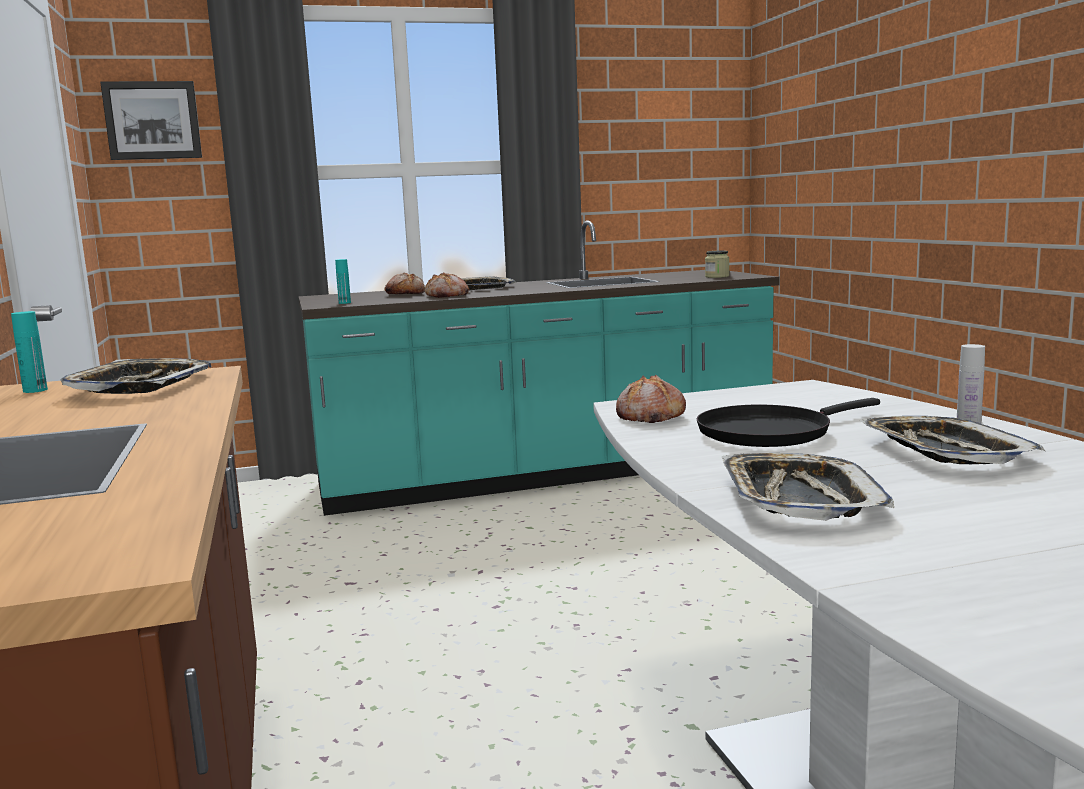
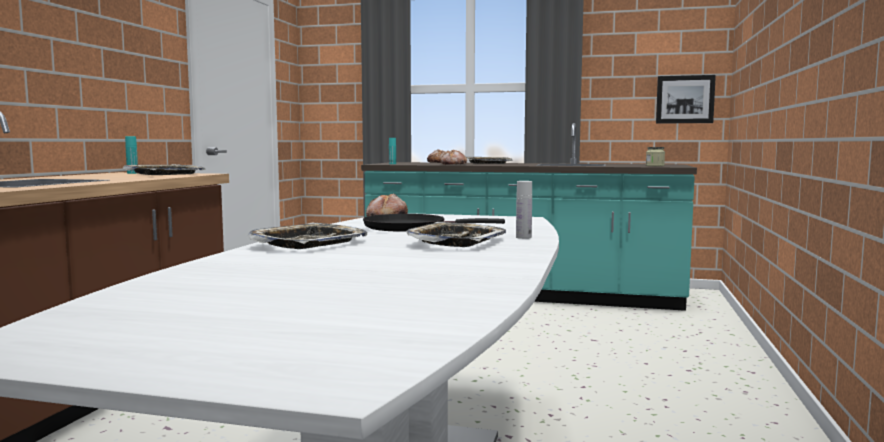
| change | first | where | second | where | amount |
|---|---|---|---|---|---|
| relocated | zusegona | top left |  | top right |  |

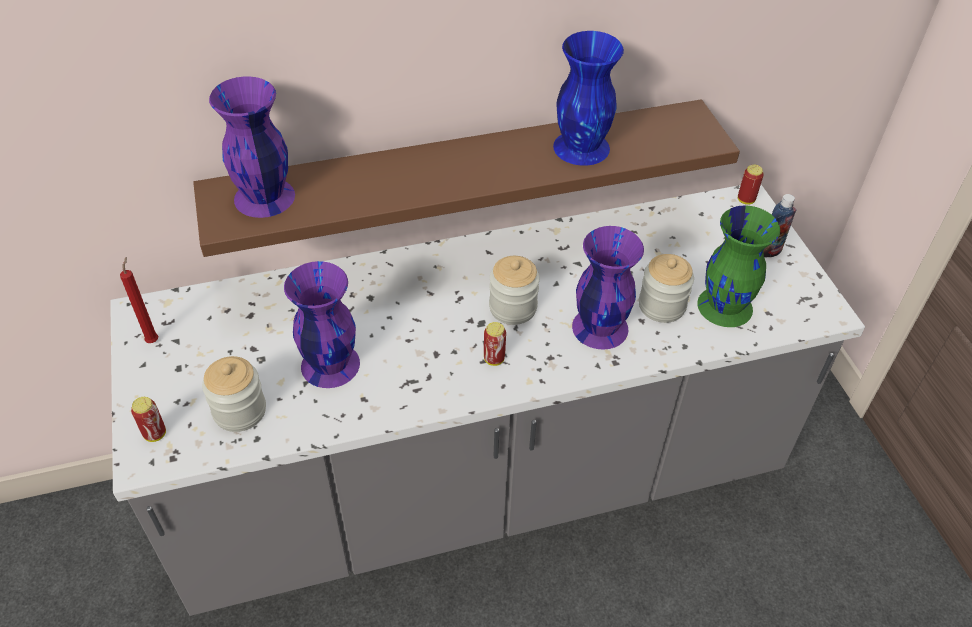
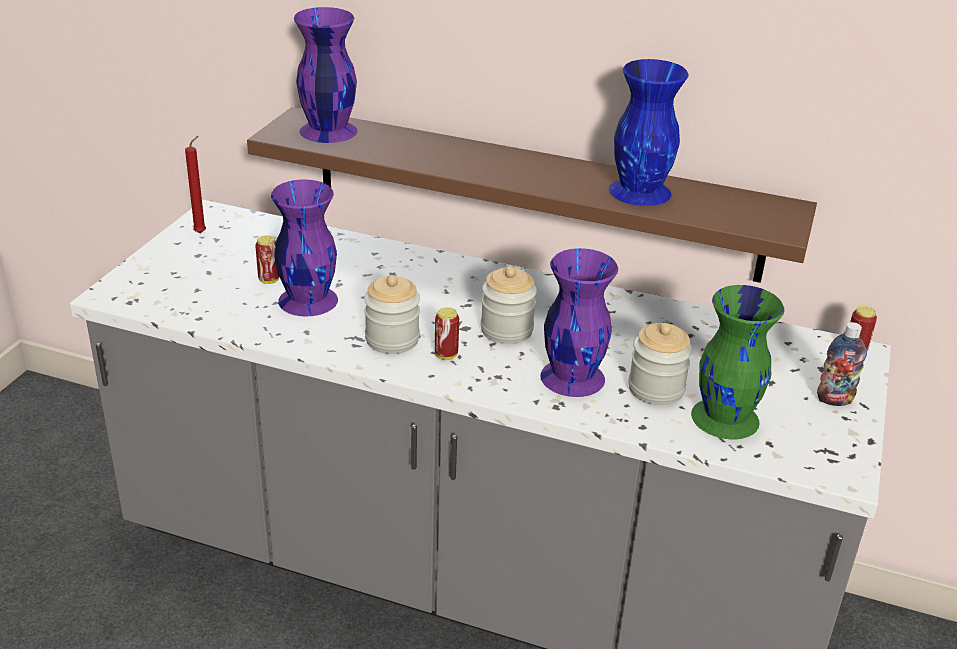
| change | first | where | second | where | amount |
|---|---|---|---|---|---|
| relocated | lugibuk (no. 1 from left) | bottom left |  | middle left |  |
| relocated | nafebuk (no. 1 from left) | middle left |  | centre |  |

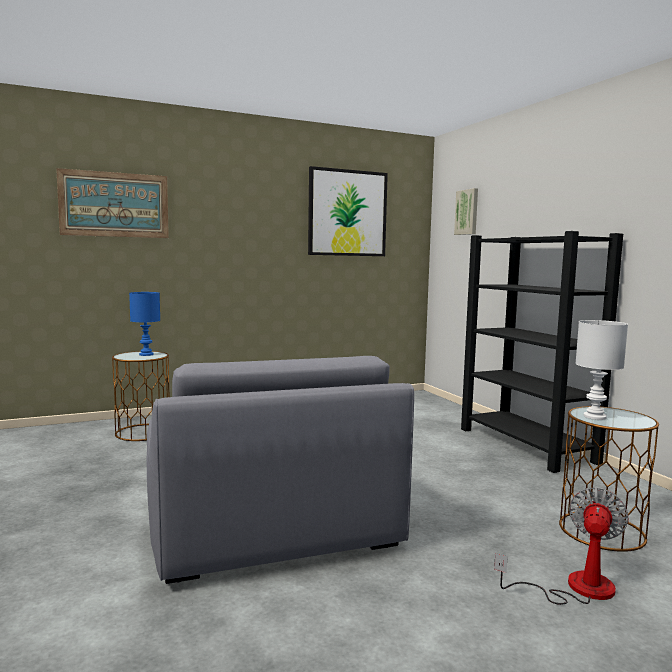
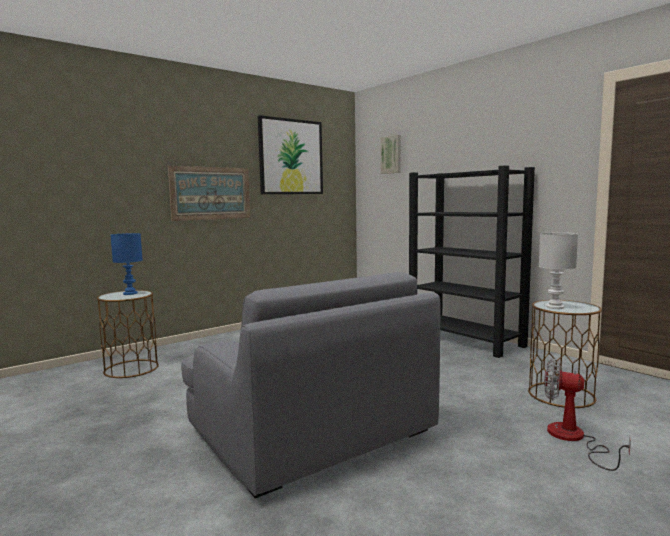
| change | first | where | second | where | amount |
|---|---|---|---|---|---|
| relocated | zusegona (no. 1 from left) | top left |  | middle left |  |
| spun | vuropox | bottom right |  | bottom right | 75 degrees counterclockwise |

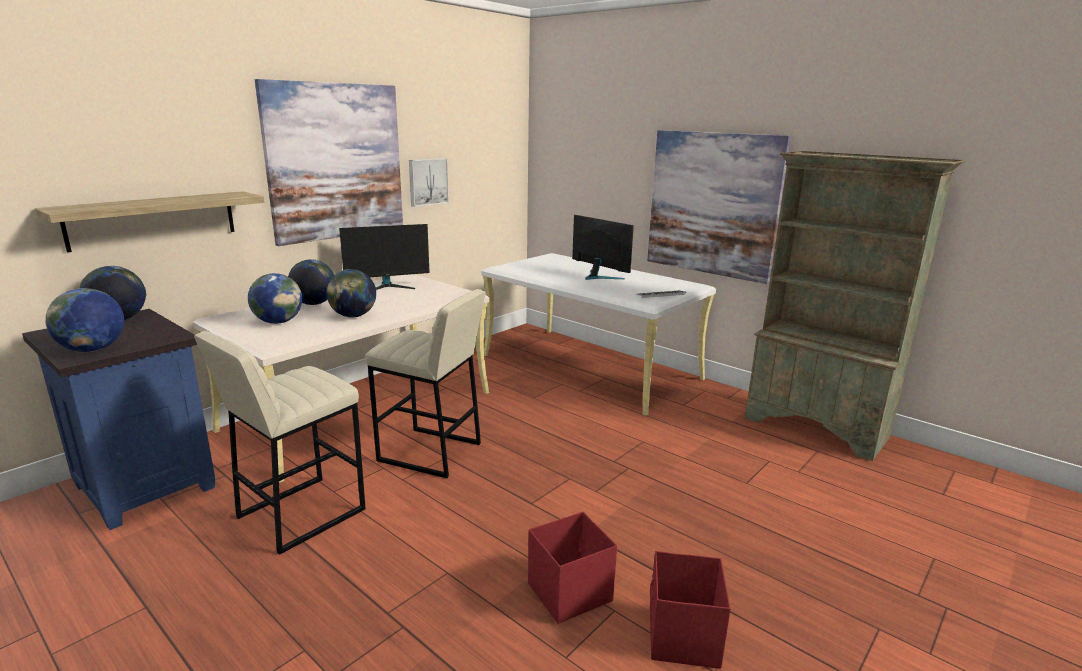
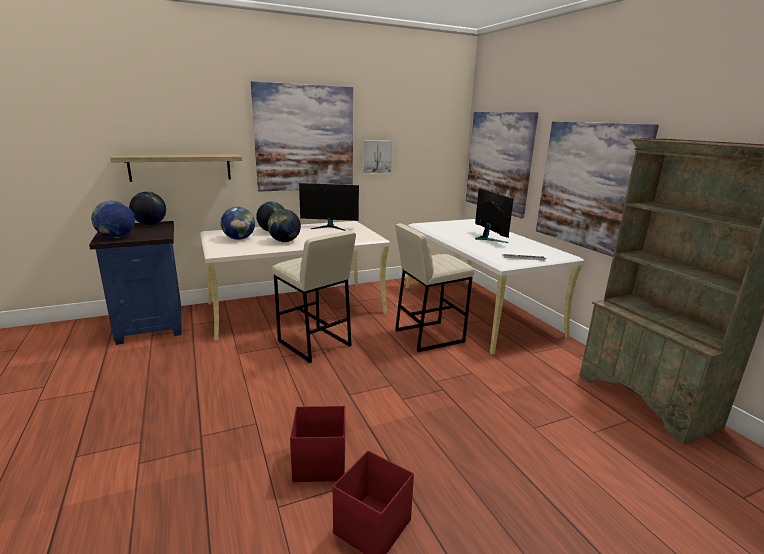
| change | first | where | second | where | amount |
|---|---|---|---|---|---|
| relocated | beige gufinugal (no. 1 from left in the first image) | middle left | beige gufinugal (no. 2 from left) | centre |  |
| appeared |  |  | zusegona (no. 3 from left) | top centre |  |

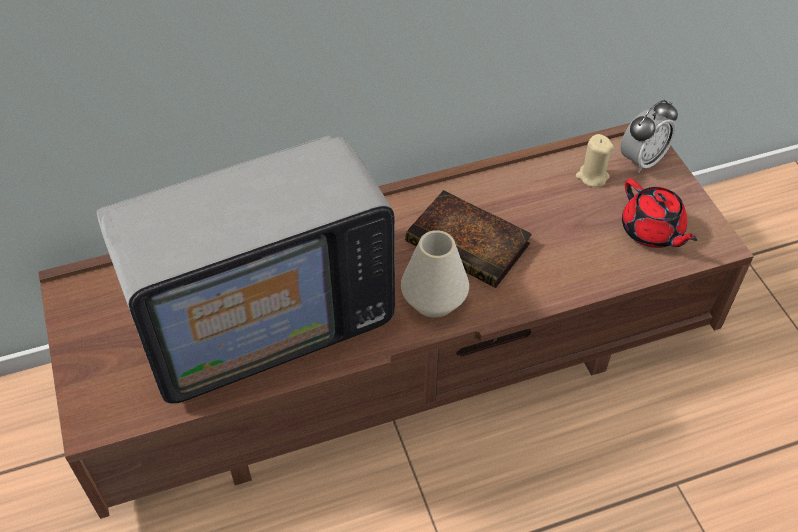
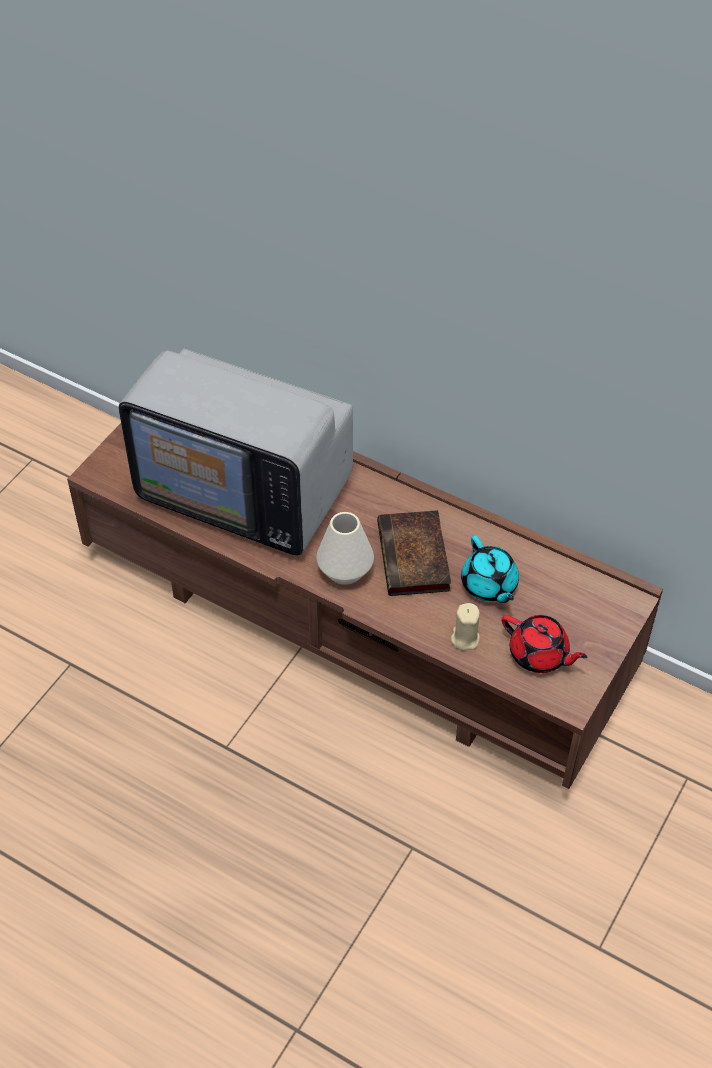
| change | first | where | second | where | amount |
|---|---|---|---|---|---|
| relocated | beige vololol | top right |  | centre |  |
| appeared |  |  | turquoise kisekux | middle right |  |
| spun | red kisekux | middle right |  | middle right | 75 degrees counterclockwise |
| missing | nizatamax | top right |  |  |  |

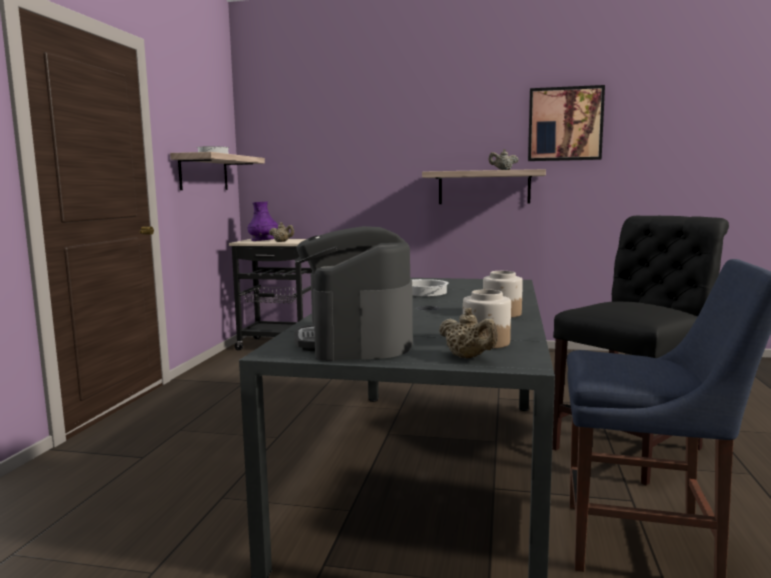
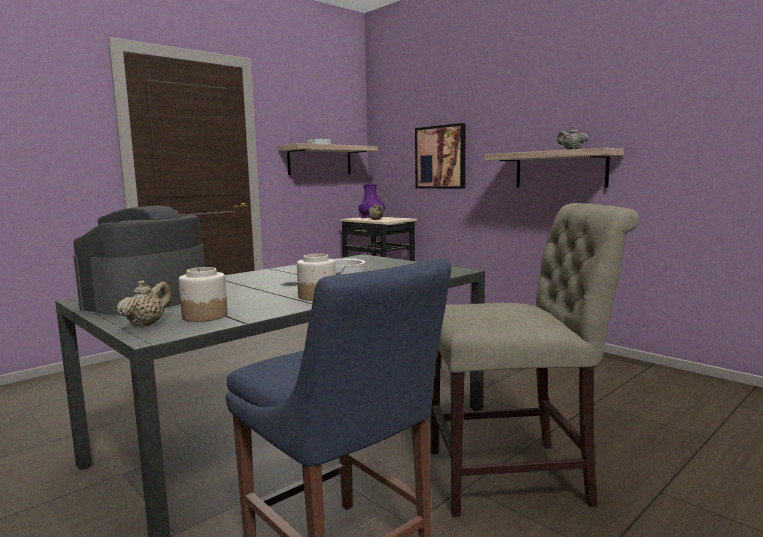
| change | first | where | second | where | amount |
|---|---|---|---|---|---|
| spun | beige kisekux (no. 2 from left in the first image) | centre | beige kisekux (no. 1 from left) | middle left | 150 degrees counterclockwise |
| relocated | zusegona | top right |  | top centre |  |
| colour | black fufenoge | middle right | beige fufenoge | bottom right |  |

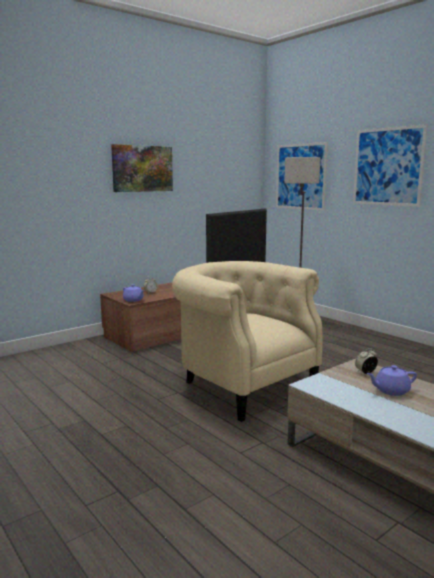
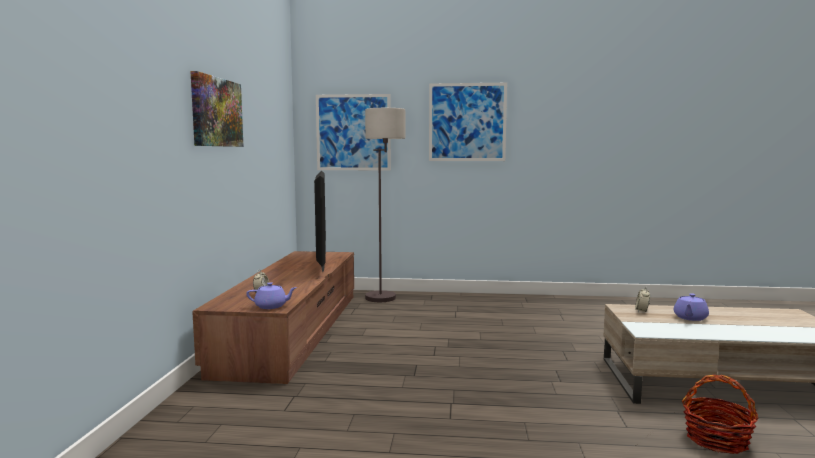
| change | first | where | second | where | amount |
|---|---|---|---|---|---|
| appeared |  |  | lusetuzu | bottom right |  |
| missing | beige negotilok | centre |  |  |  |

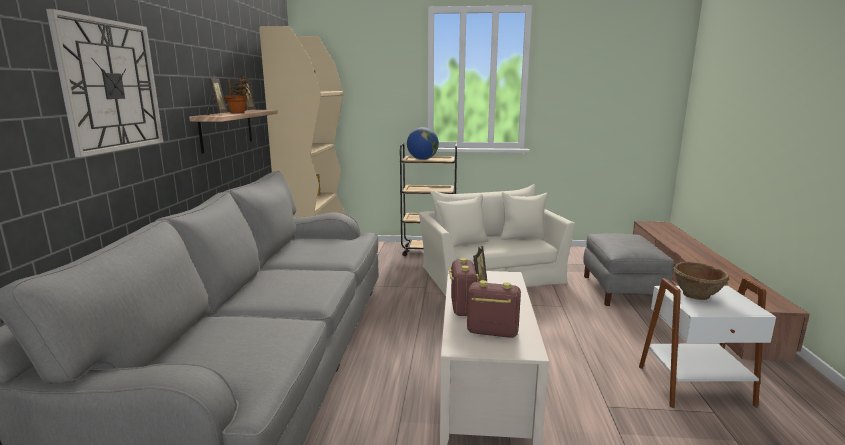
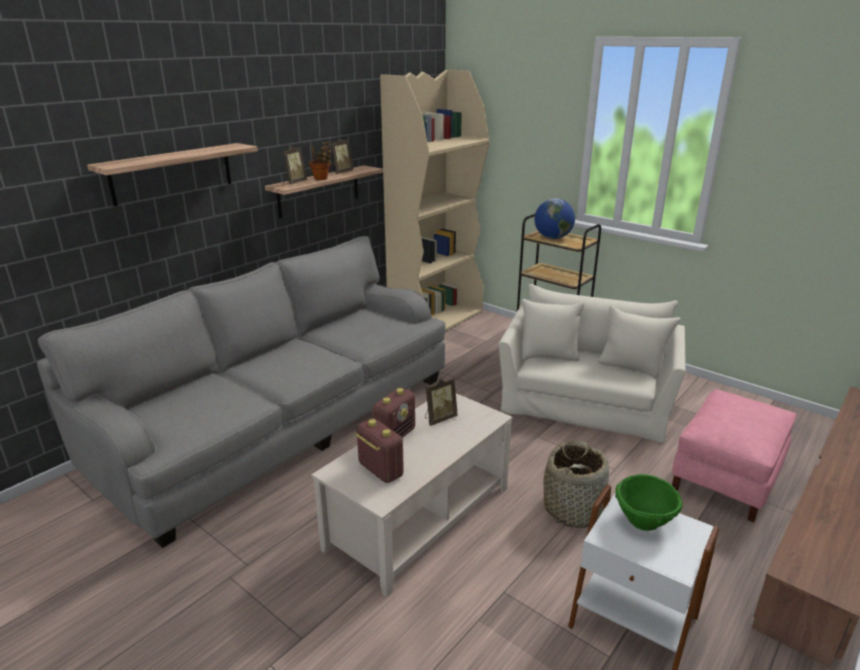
| change | first | where | second | where | amount |
|---|---|---|---|---|---|
| exchanged | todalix | top left | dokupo (no. 1 from left) | top left |  |
| appeared |  |  | lusetuzu | bottom right |  |
| colour | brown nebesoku | middle right | green nebesoku | bottom right |  |
| colour | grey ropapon | middle right | pink ropapon | bottom right |  |

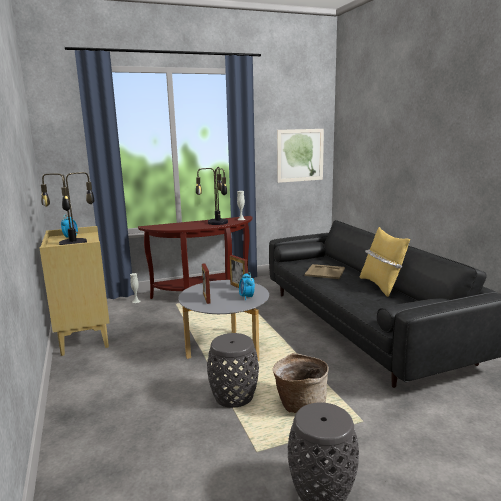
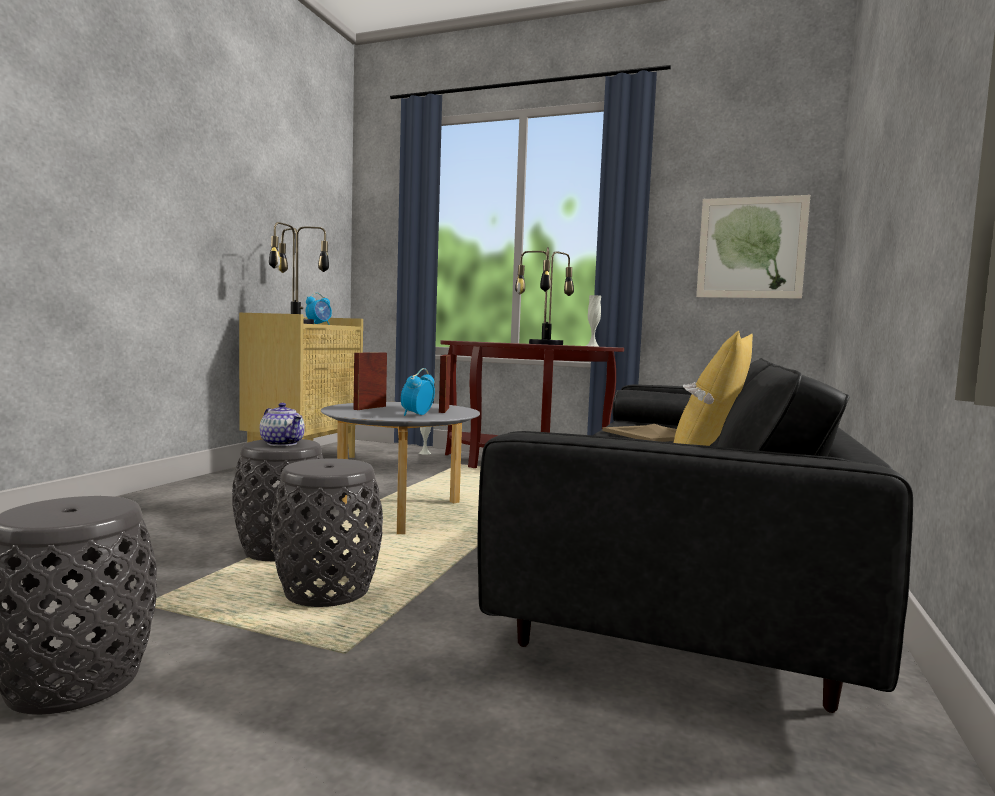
| change | first | where | second | where | amount |
|---|---|---|---|---|---|
| appeared |  |  | kisekux | middle left |  |
| exchanged | lusetuzu | bottom centre | grey gufinugal (no. 3 from left) | bottom left |  |

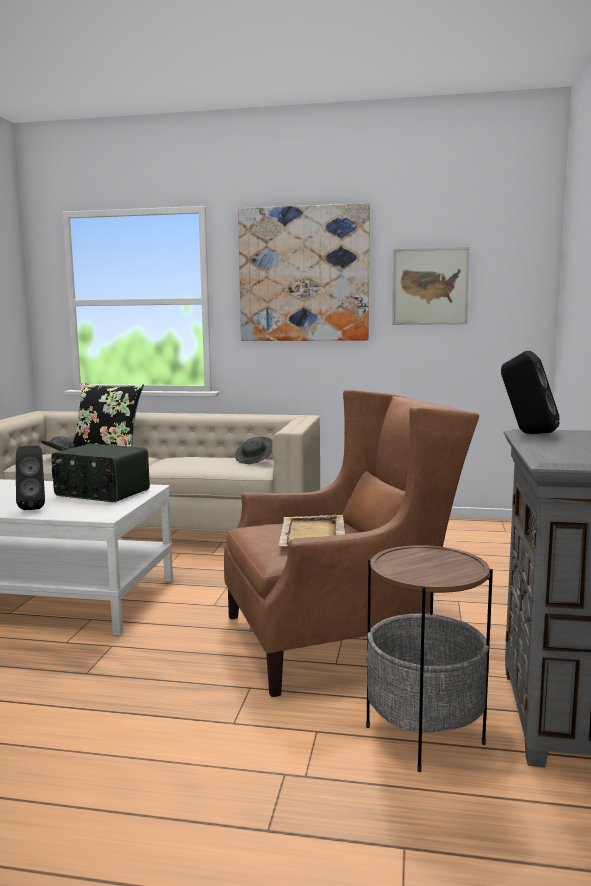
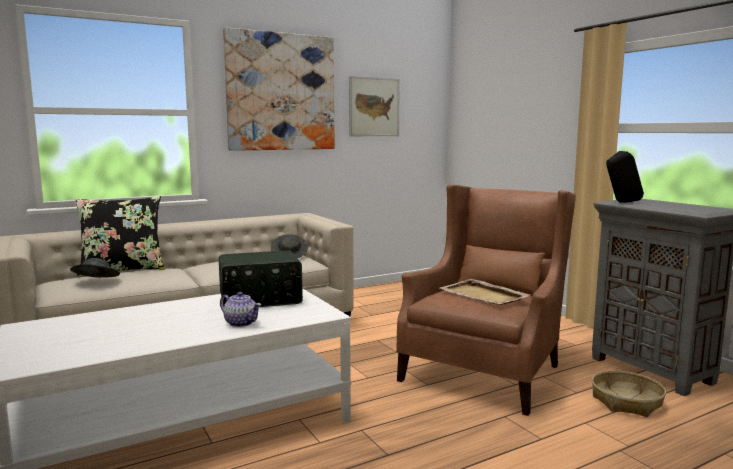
| change | first | where | second | where | amount |
|---|---|---|---|---|---|
| exchanged | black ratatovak (no. 1 from left) | middle left | kisekux | middle left |  |
| exchanged | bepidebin | bottom right | lusetuzu | bottom right |  |

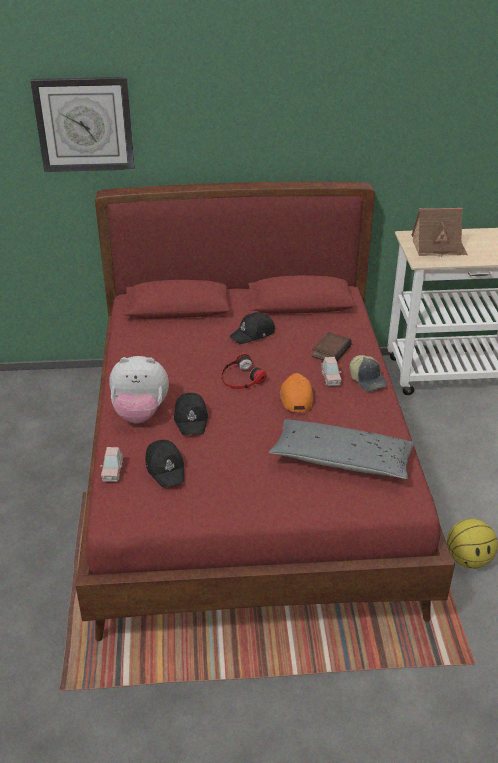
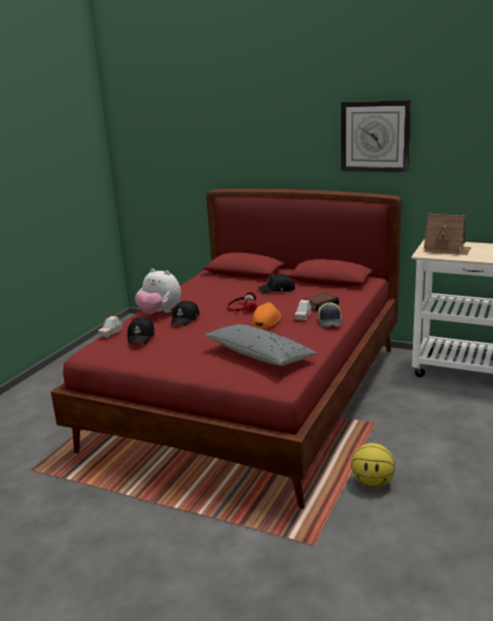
| change | first | where | second | where | amount |
|---|---|---|---|---|---|
| relocated | todalix | top left |  | top right |  |

